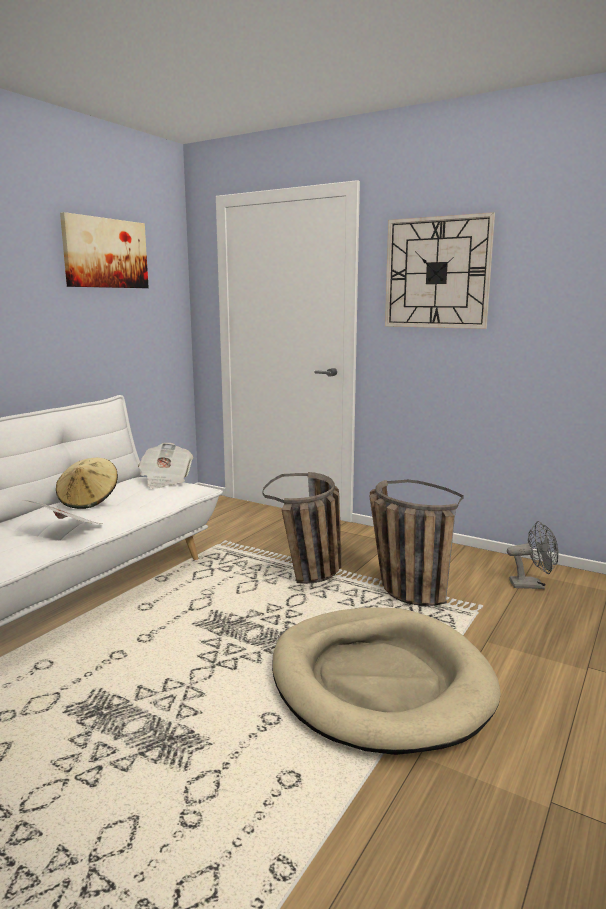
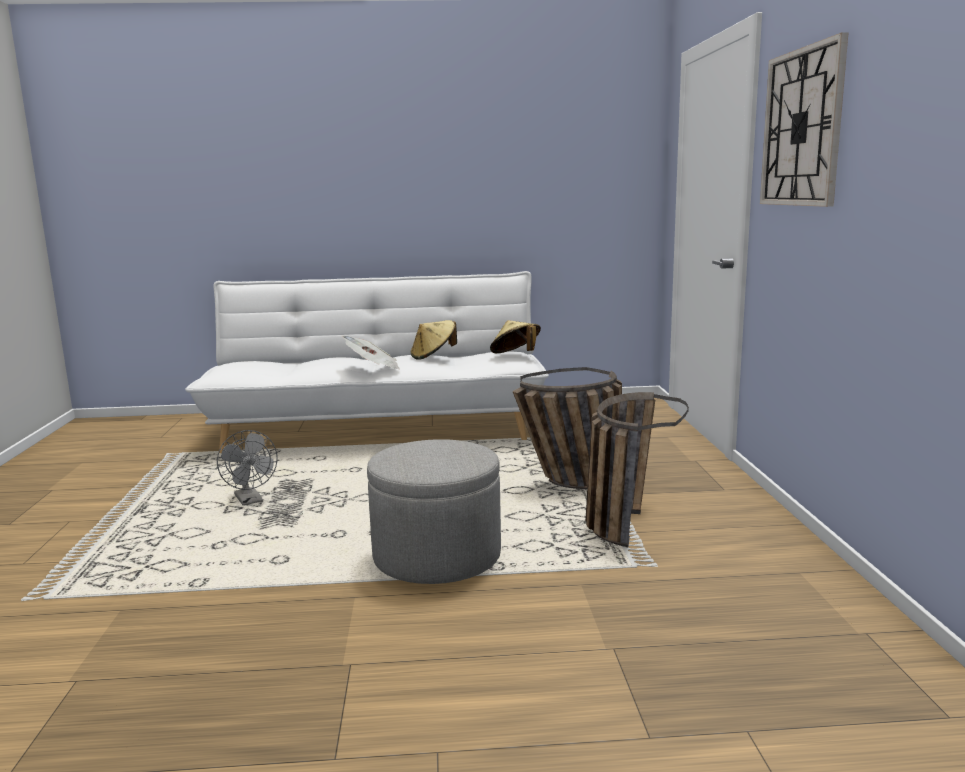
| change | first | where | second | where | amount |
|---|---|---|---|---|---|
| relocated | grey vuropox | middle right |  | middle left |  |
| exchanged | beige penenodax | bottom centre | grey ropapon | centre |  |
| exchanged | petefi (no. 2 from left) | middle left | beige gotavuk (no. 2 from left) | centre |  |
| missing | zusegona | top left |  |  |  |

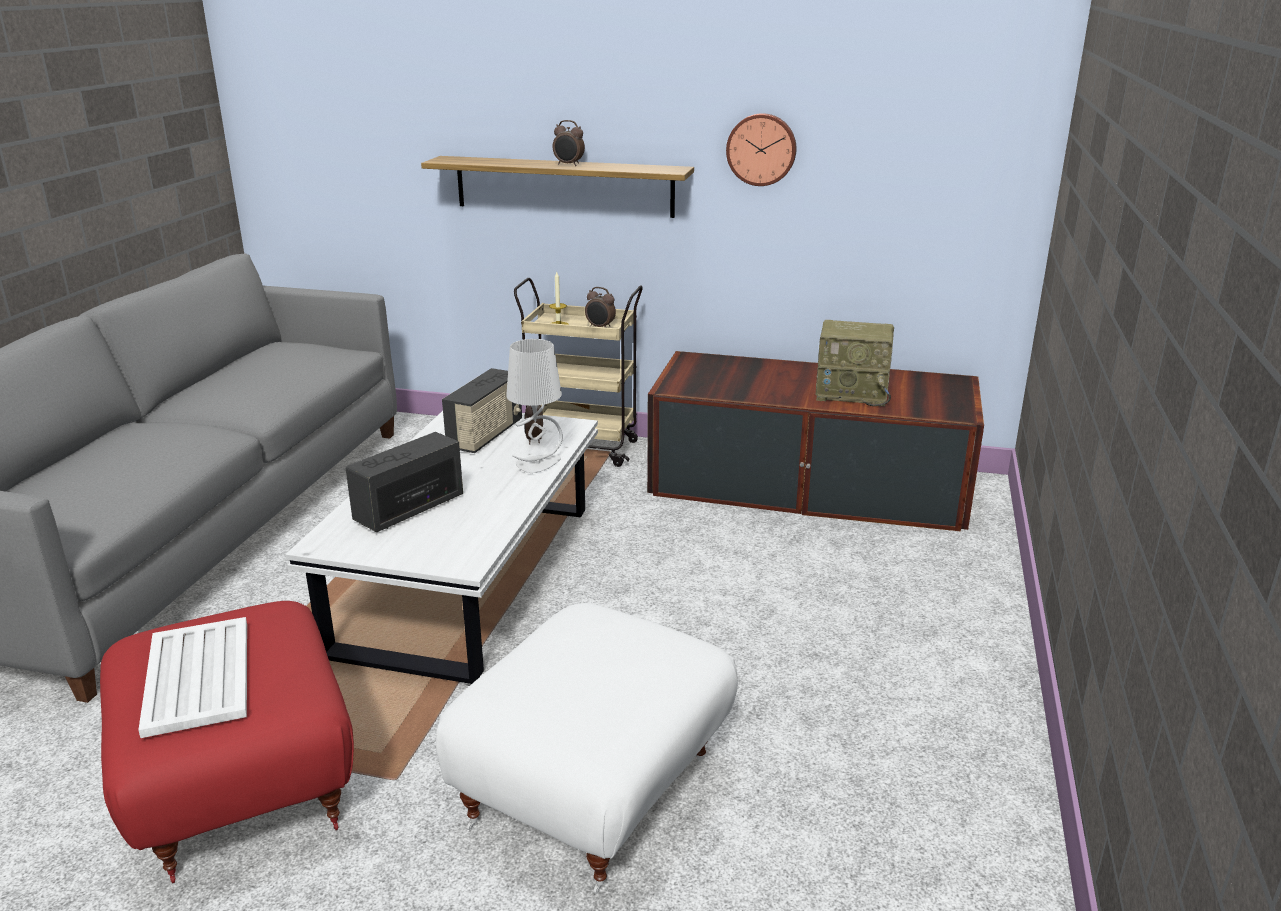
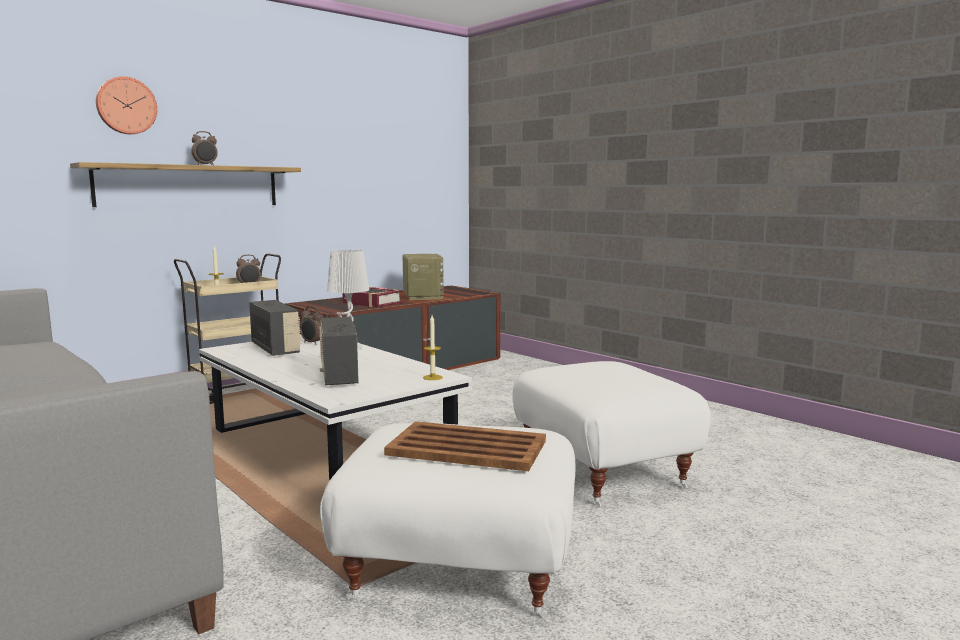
| change | first | where | second | where | amount |
|---|---|---|---|---|---|
| relocated | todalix | top centre |  | top left |  |
| colour | red ropapon | bottom left | white ropapon (no. 1 from left) | bottom centre |  |
| appeared |  |  | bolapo | centre |  |
| colour | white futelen | bottom left | brown futelen | bottom centre |  |
| spun | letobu (no. 3 from left) | middle right |  | centre | 60 degrees counterclockwise |
| appeared |  |  | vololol (no. 2 from left) | centre |  |

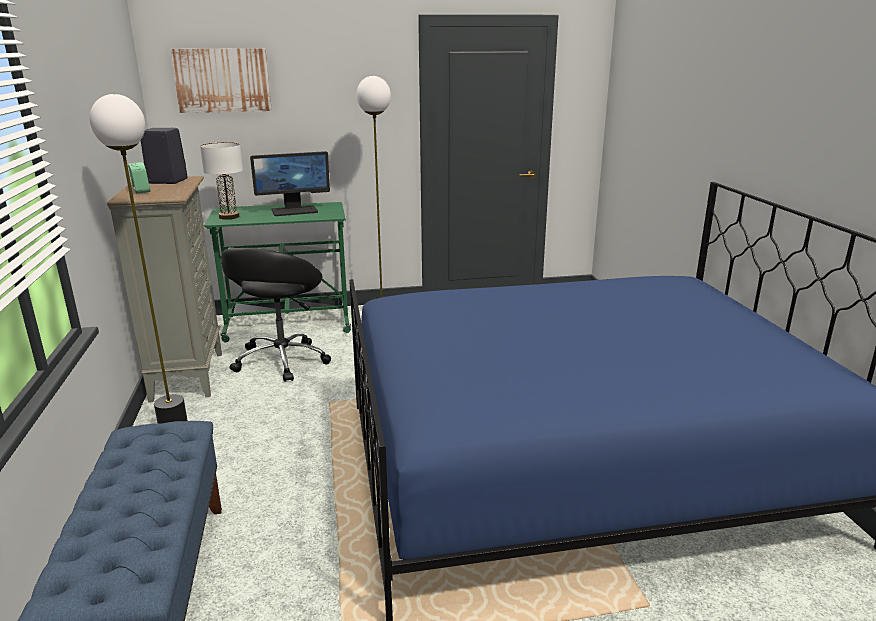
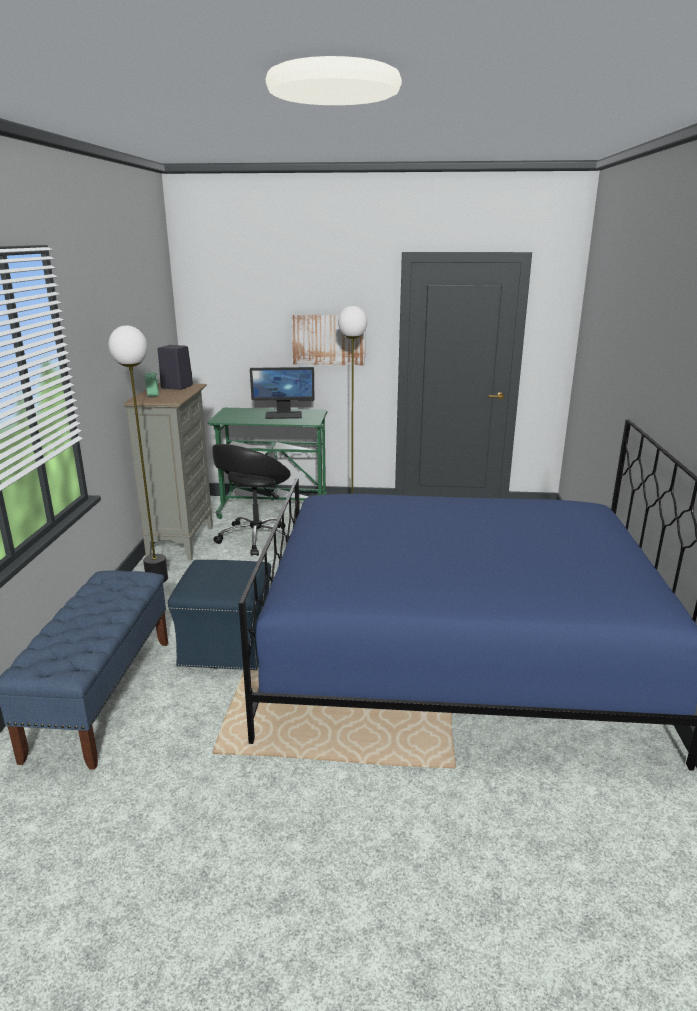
| change | first | where | second | where | amount |
|---|---|---|---|---|---|
| appeared |  |  | blue ropapon | middle left |  |
| relocated | zusegona | top left |  | centre |  |
| missing | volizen | top left |  |  |  |

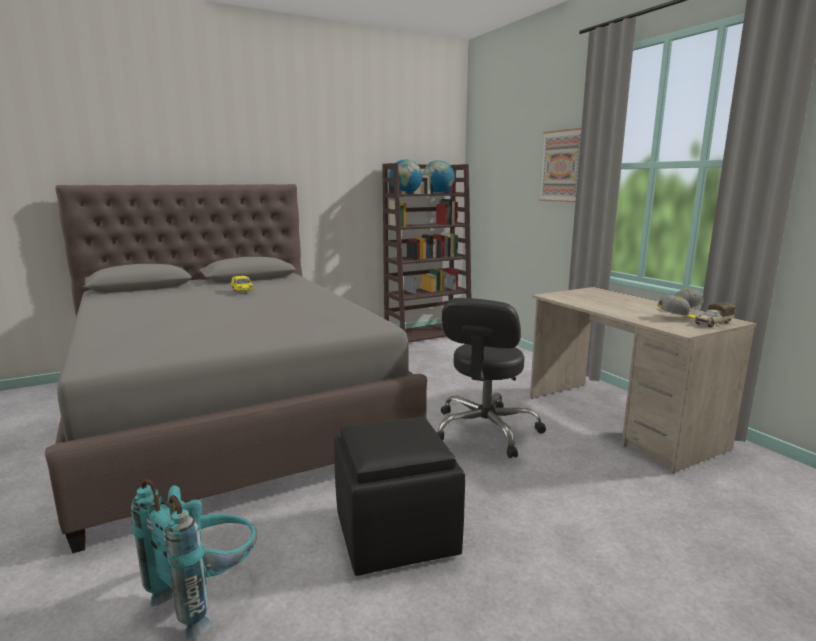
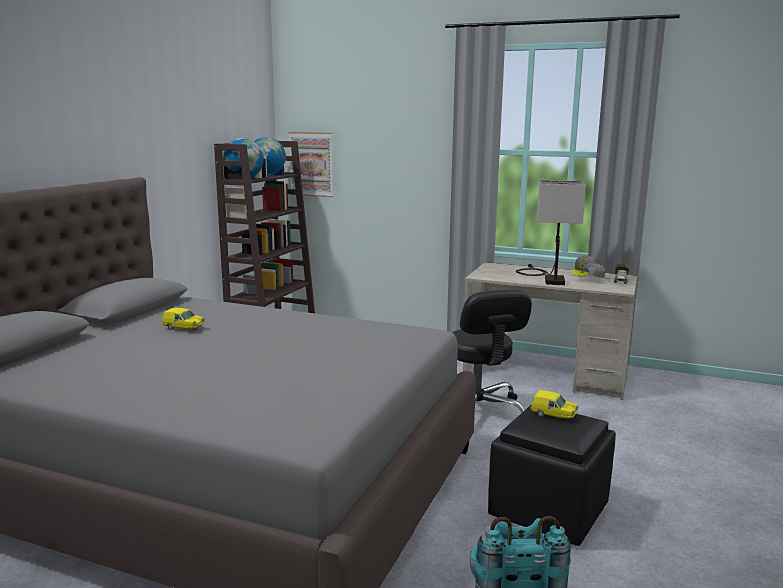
| change | first | where | second | where | amount |
|---|---|---|---|---|---|
| relocated | zusegona | top right |  | top centre |  |
| appeared |  |  | volizen | middle right |  |
| appeared |  |  | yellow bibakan (no. 2 from left) | bottom right |  |

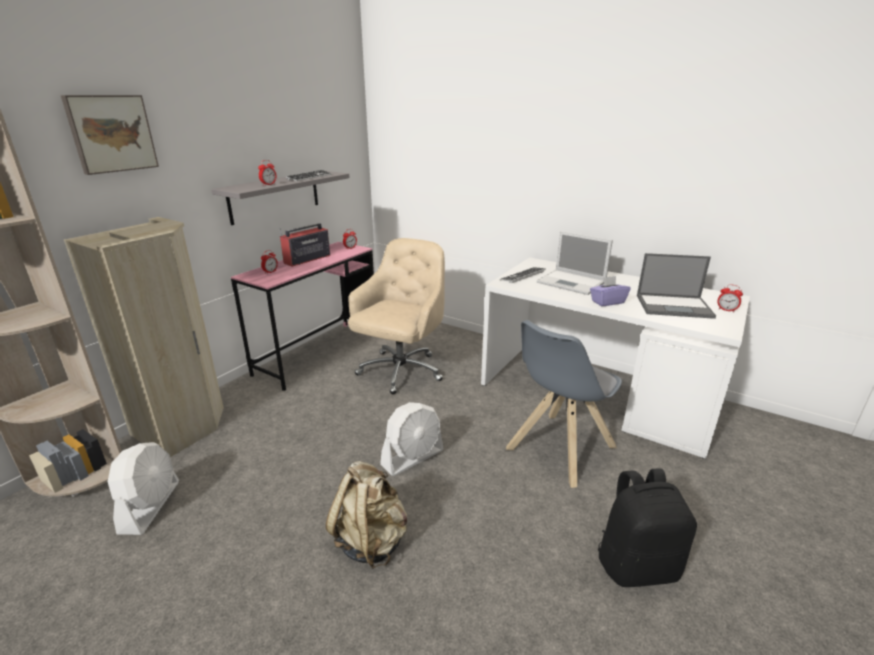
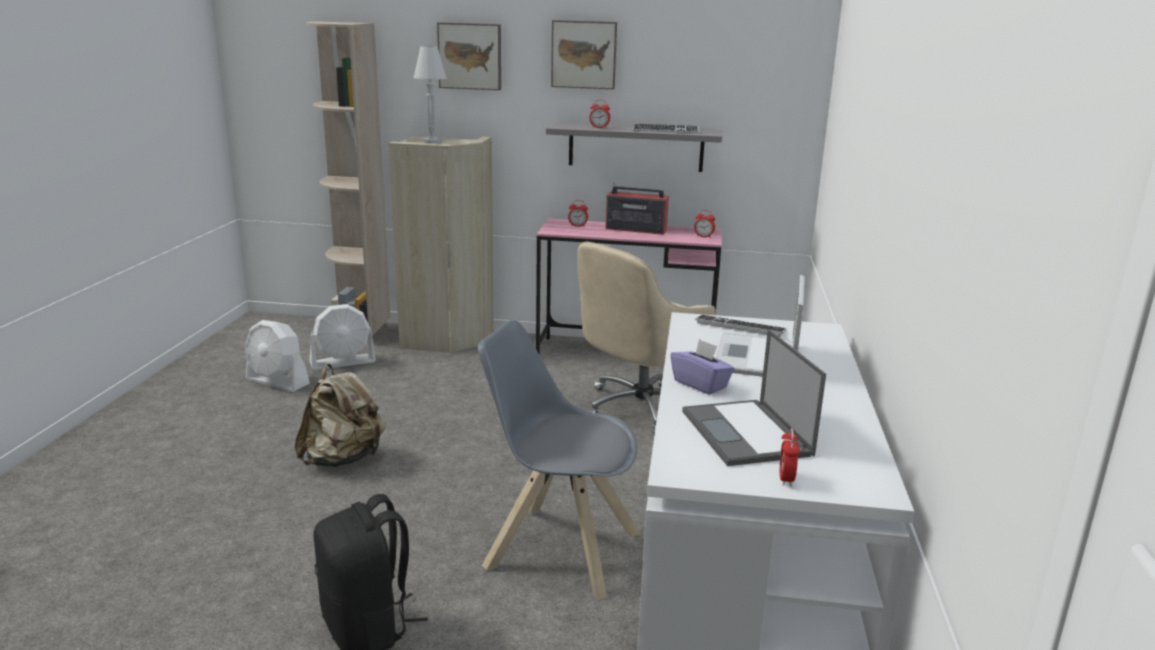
| change | first | where | second | where | amount |
|---|---|---|---|---|---|
| relocated | white vuropox (no. 2 from left in the first image) | bottom centre | white vuropox (no. 1 from left) | middle left |  |
| appeared |  |  | white volizen | top centre |  |
| appeared |  |  | zusegona (no. 2 from left) | top centre |  |
| spun | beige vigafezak | centre |  | centre | 135 degrees clockwise |

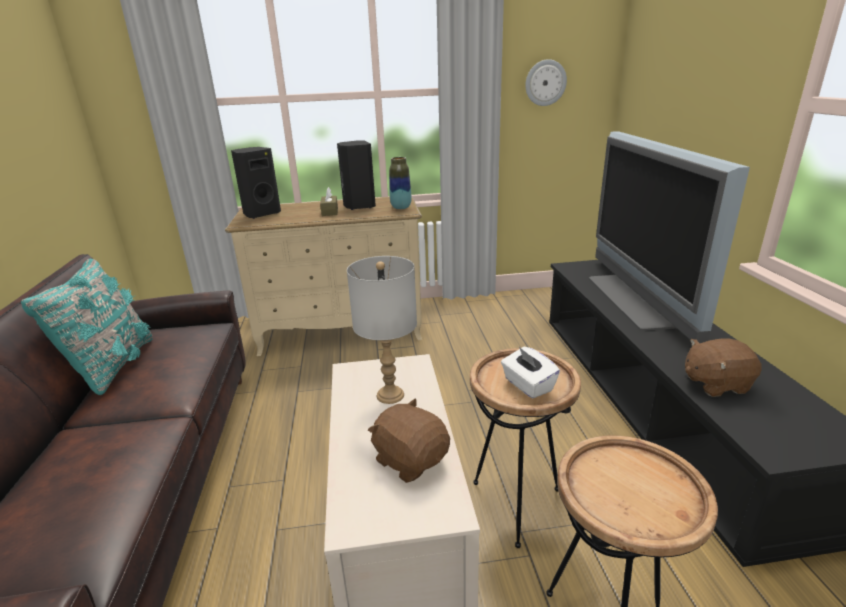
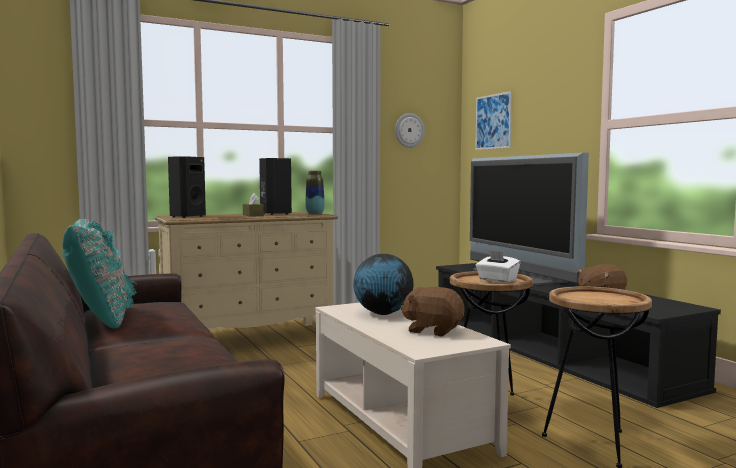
| change | first | where | second | where | amount |
|---|---|---|---|---|---|
| exchanged | grey volizen | centre | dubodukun | centre |  |
| appeared |  |  | zusegona | top right |  |

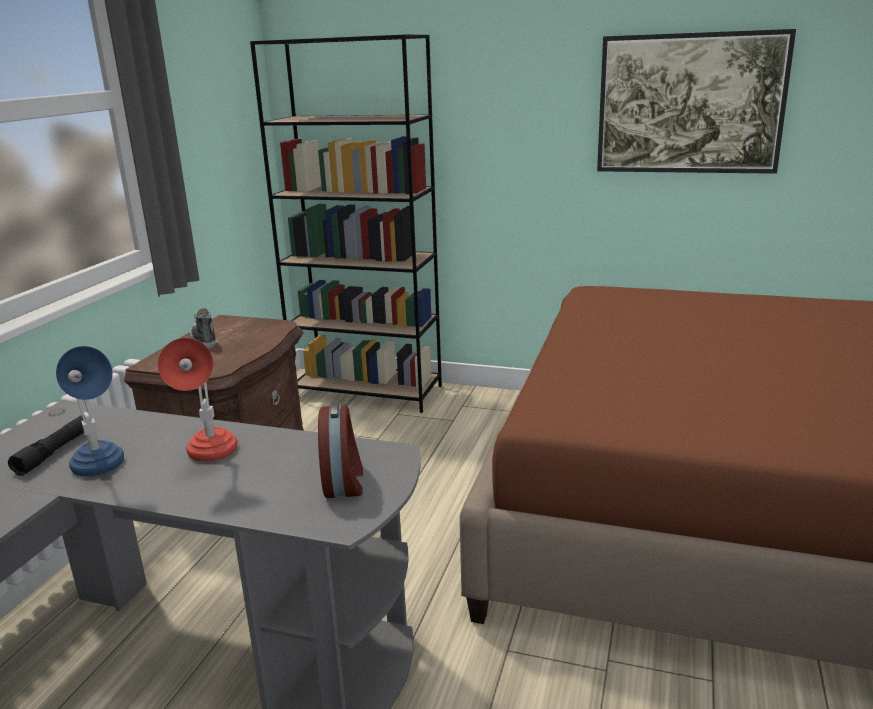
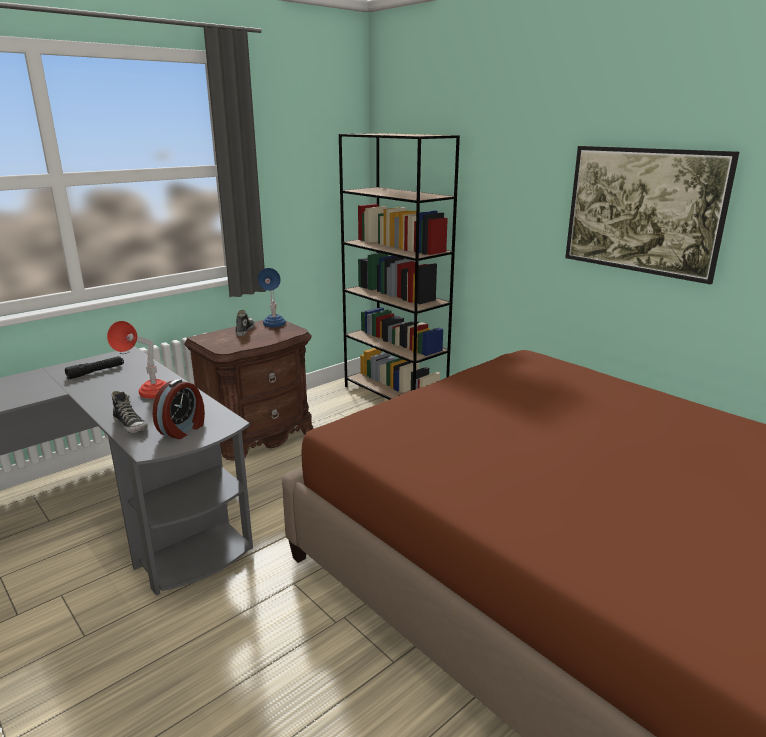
| change | first | where | second | where | amount |
|---|---|---|---|---|---|
| appeared |  |  | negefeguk (no. 1 from left) | middle left |  |
| relocated | blue volizen | middle left |  | centre |  |

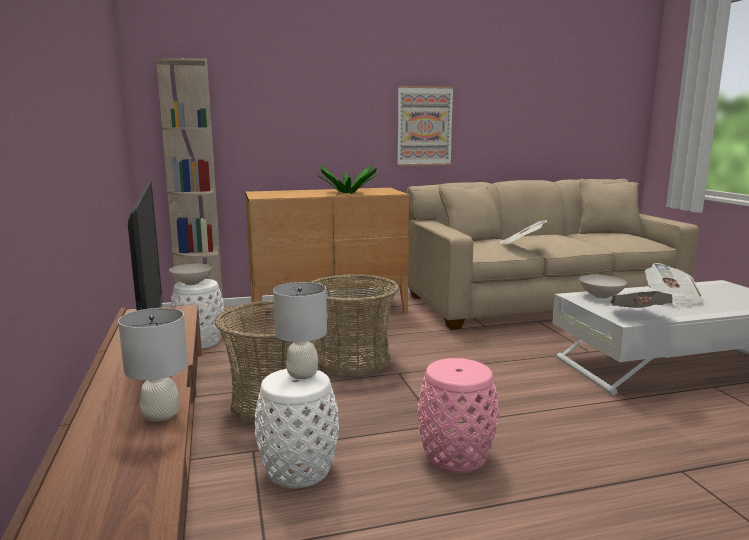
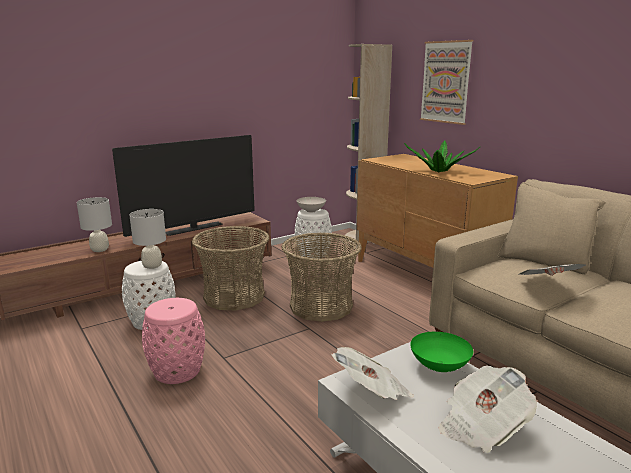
| change | first | where | second | where | amount |
|---|---|---|---|---|---|
| colour | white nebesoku (no. 2 from left) | middle right | green nebesoku | bottom right |  |
| relocated | zusegona | top centre |  | top right |  |

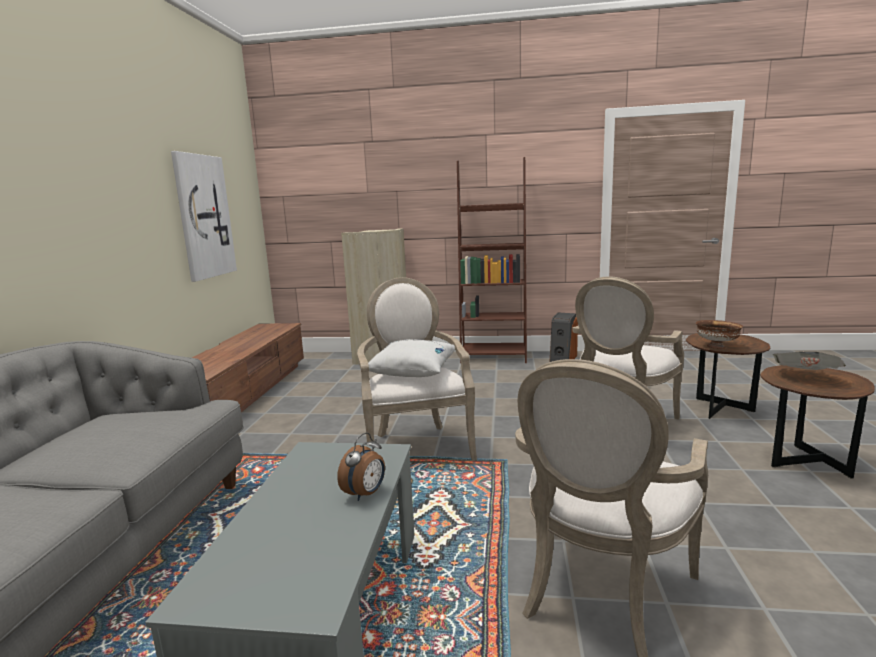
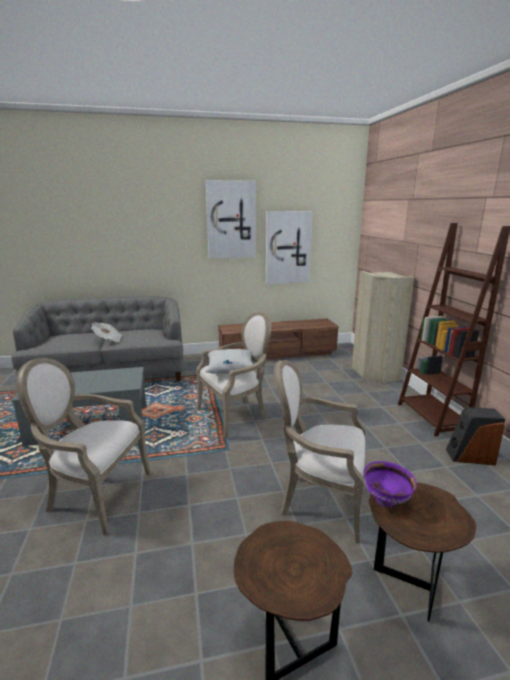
| change | first | where | second | where | amount |
|---|---|---|---|---|---|
| relocated | petefi | middle right |  | middle left |  |
| appeared |  |  | zusegona (no. 1 from left) | top centre |  |
| colour | brown nebesoku | middle right | purple nebesoku | bottom right |  |
| missing | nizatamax | bottom centre |  |  |  |

